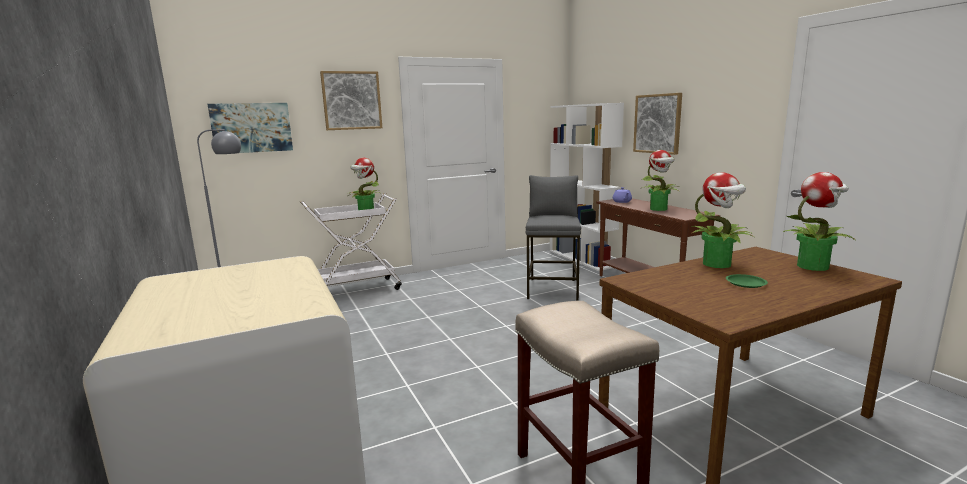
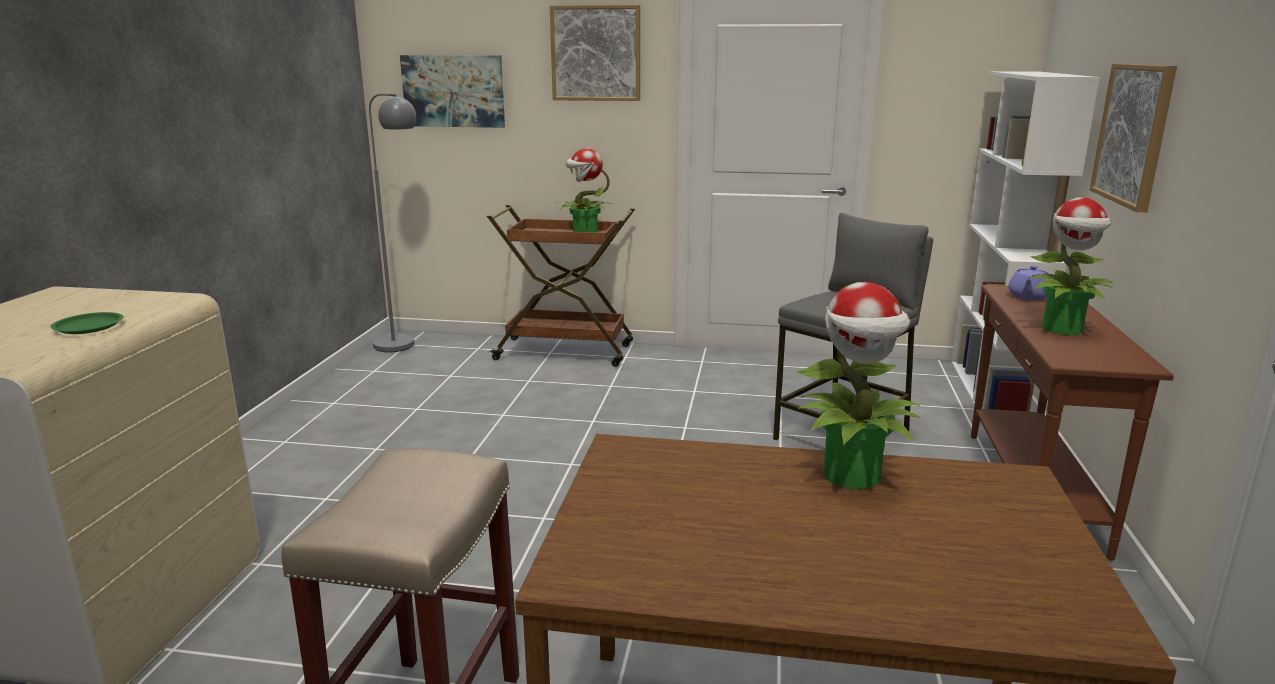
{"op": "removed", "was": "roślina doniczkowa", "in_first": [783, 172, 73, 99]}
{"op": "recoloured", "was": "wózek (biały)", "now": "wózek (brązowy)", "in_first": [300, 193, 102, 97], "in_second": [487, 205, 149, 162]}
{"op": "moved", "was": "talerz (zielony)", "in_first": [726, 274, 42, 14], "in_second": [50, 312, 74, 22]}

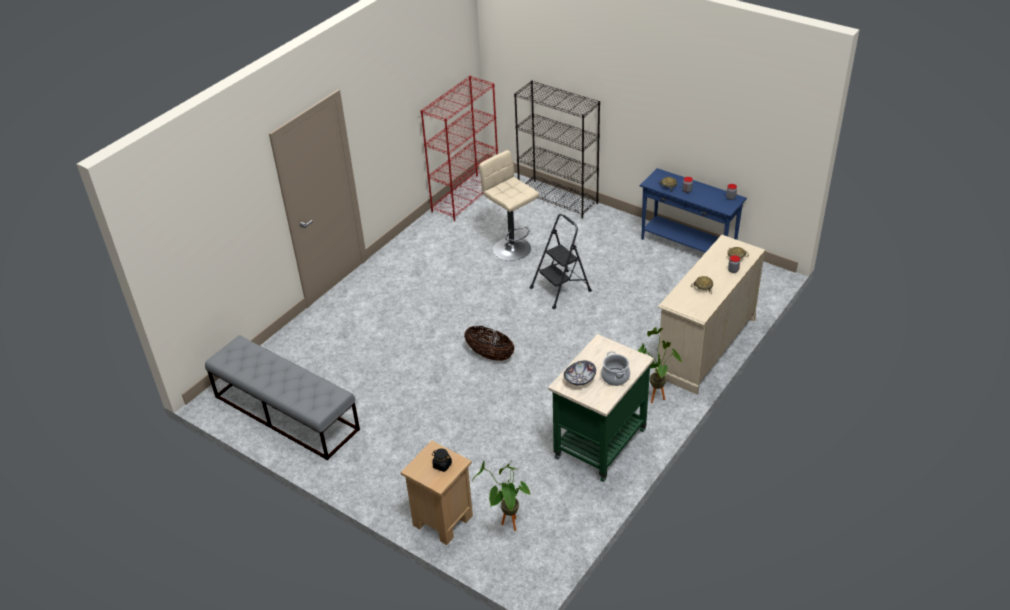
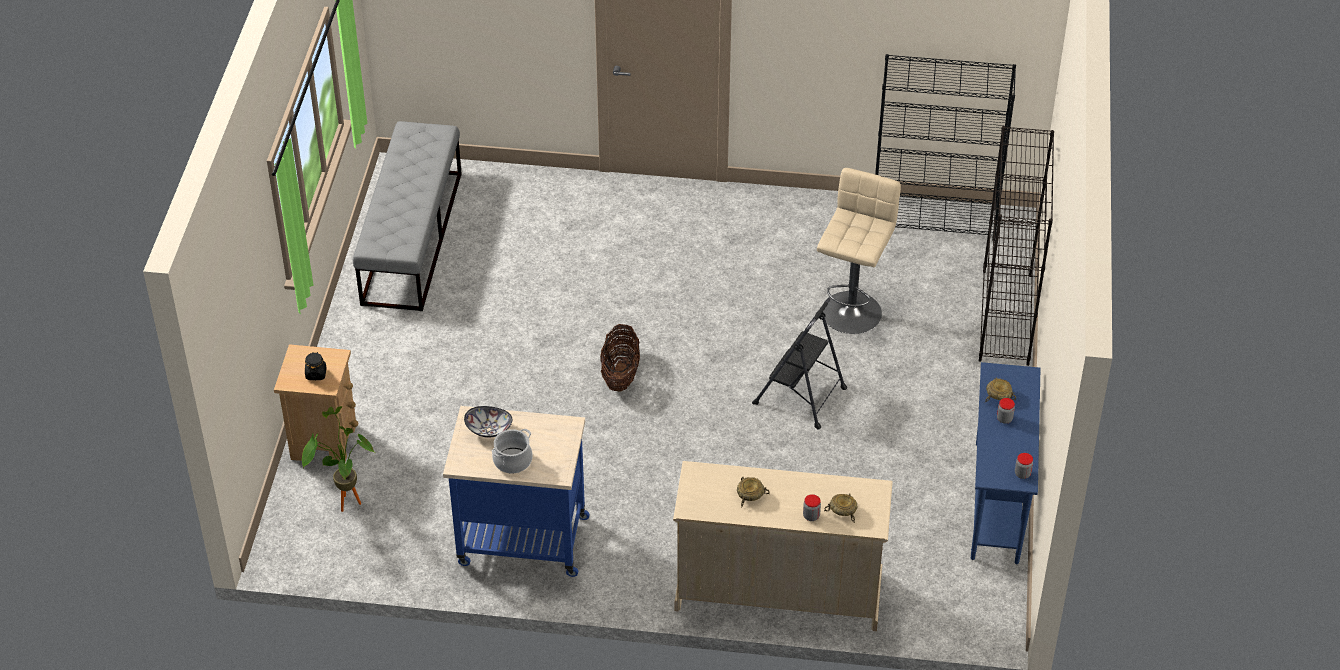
{"op": "recoloured", "was": "regał (czerwony)", "now": "regał (czarny)", "in_first": [420, 76, 78, 145], "in_second": [875, 54, 141, 187]}
{"op": "removed", "was": "roślina doniczkowa", "in_first": [638, 327, 44, 76]}
{"op": "recoloured", "was": "wózek (zielony)", "now": "wózek (niebieski)", "in_first": [548, 334, 106, 148], "in_second": [443, 406, 147, 171]}

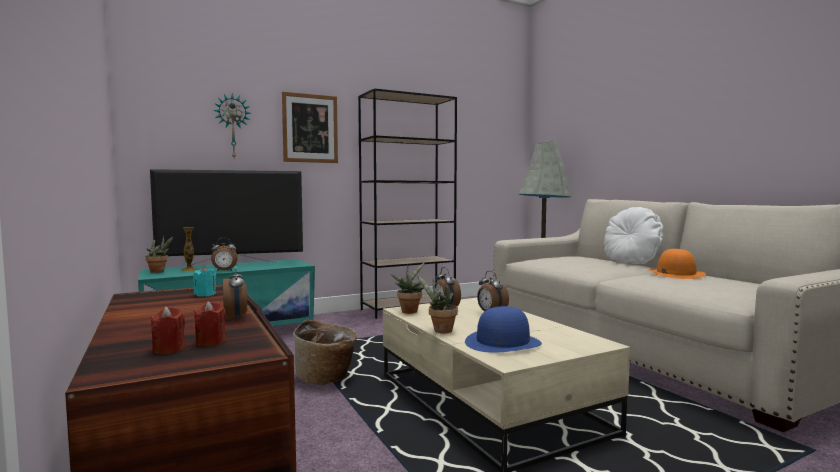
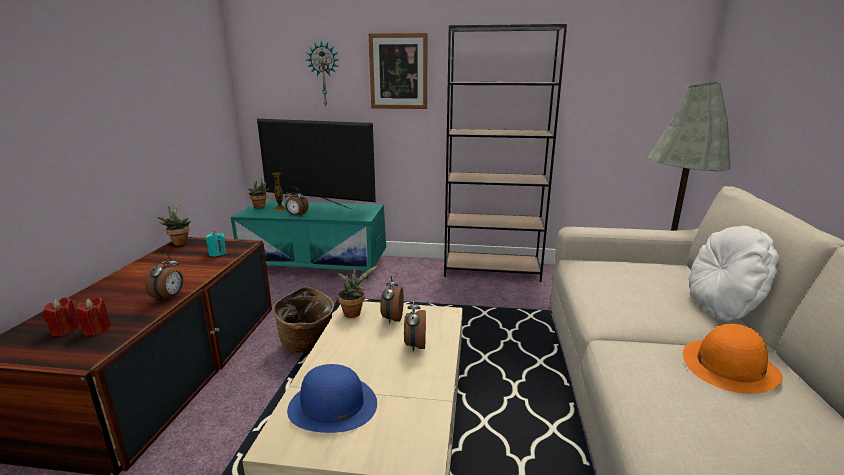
{"op": "moved", "was": "roślina doniczkowa", "in_first": [417, 275, 41, 59], "in_second": [157, 201, 34, 45]}

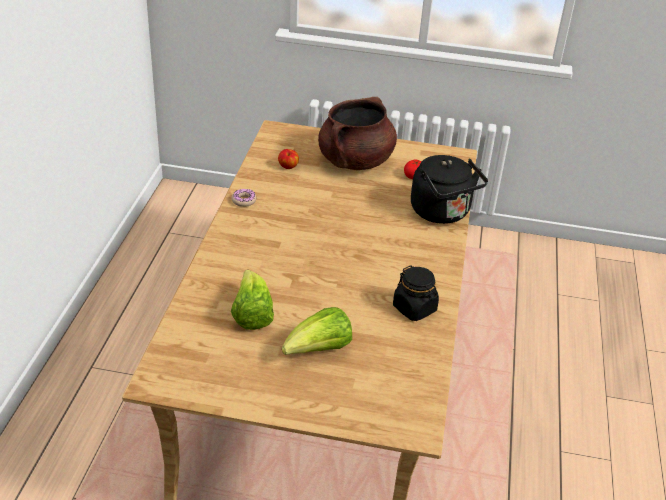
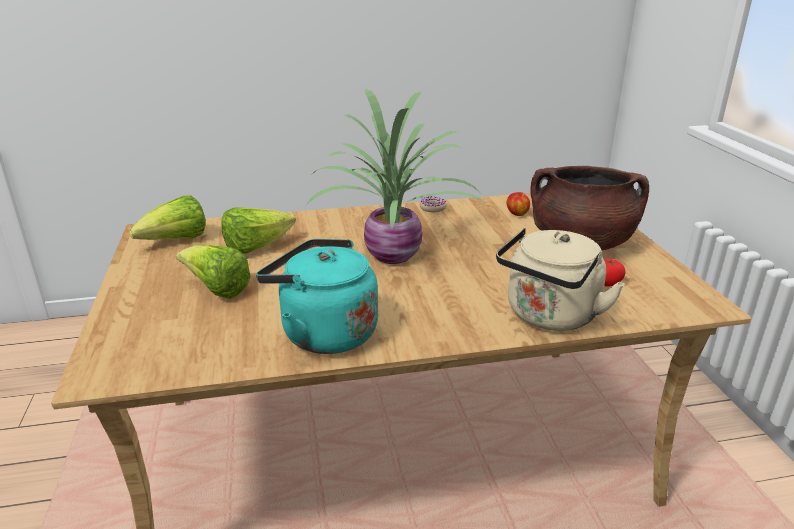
{"op": "recoloured", "was": "czajnik (czarny)", "now": "czajnik (beżowy)", "in_first": [411, 155, 77, 69], "in_second": [496, 228, 128, 103]}
{"op": "replaced", "was": "słoik (czarny)", "now": "czajnik (turkusowy)", "in_first": [393, 265, 46, 56], "in_second": [256, 239, 122, 115]}
{"op": "added", "now": "roślina doniczkowa", "in_second": [306, 89, 178, 175]}
{"op": "added", "now": "sałata", "in_second": [129, 195, 77, 45]}

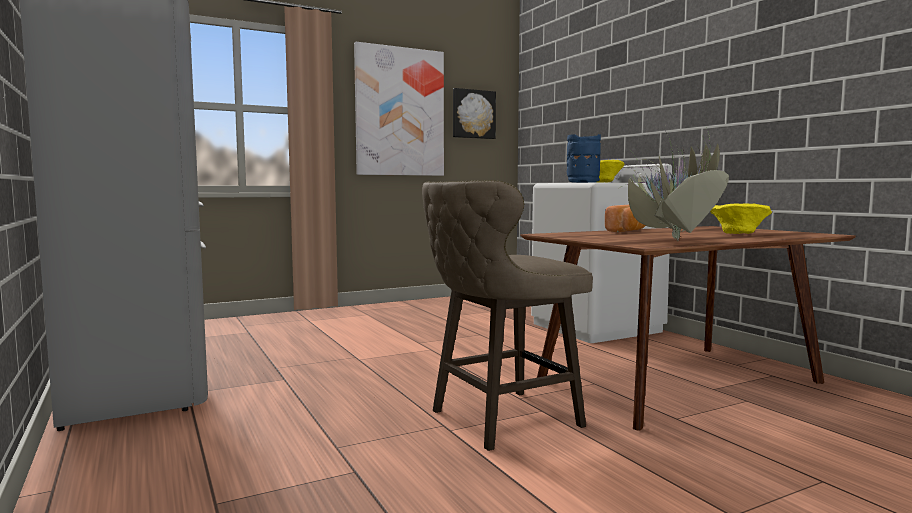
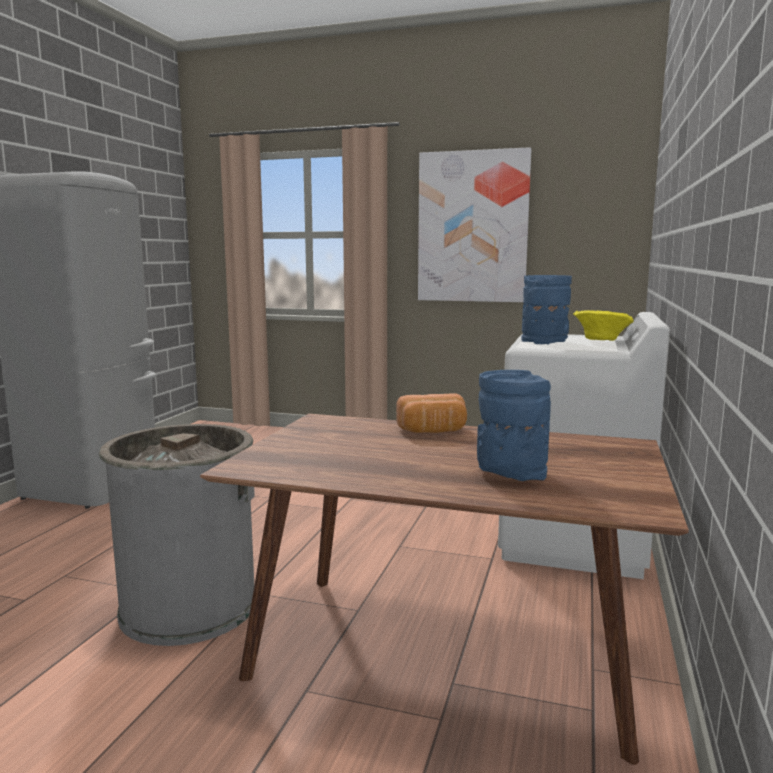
{"op": "removed", "was": "obraz", "in_first": [453, 88, 43, 51]}
{"op": "removed", "was": "roślina doniczkowa", "in_first": [617, 127, 112, 113]}
{"op": "replaced", "was": "stołek (beżowy)", "now": "kosz na śmieci (szary)", "in_first": [422, 180, 171, 271], "in_second": [99, 424, 156, 222]}
{"op": "replaced", "was": "miska (żółty)", "now": "wazon (niebieski)", "in_first": [710, 203, 62, 31], "in_second": [477, 370, 74, 111]}

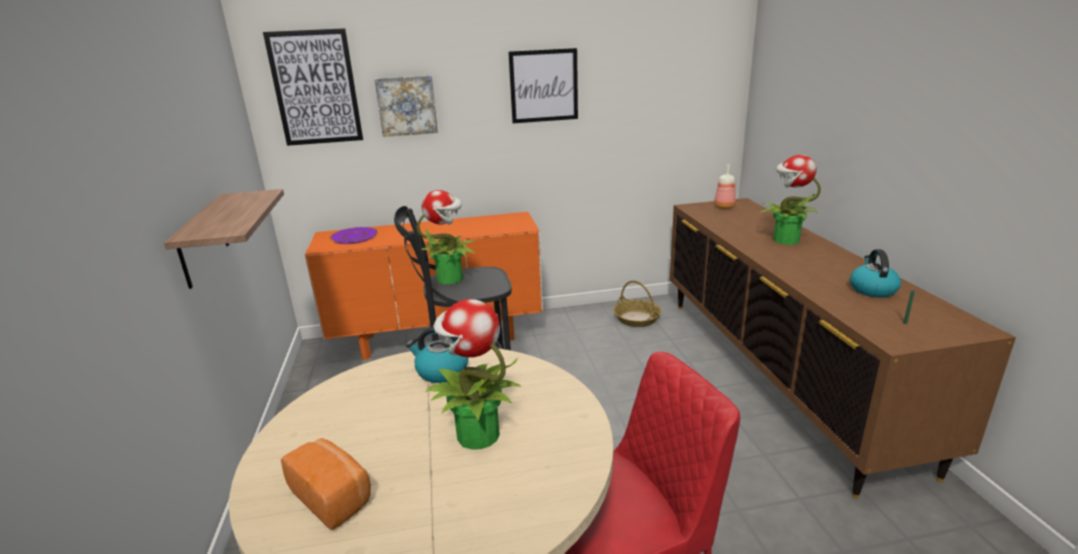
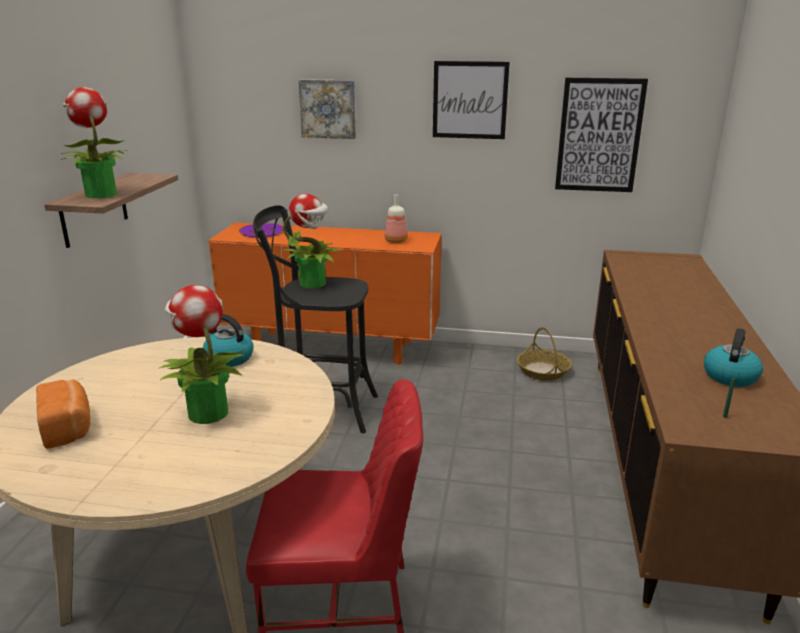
{"op": "moved", "was": "obraz", "in_first": [263, 28, 100, 118], "in_second": [555, 78, 93, 114]}
{"op": "moved", "was": "roślina doniczkowa", "in_first": [759, 155, 62, 90], "in_second": [61, 87, 66, 111]}
{"op": "moved", "was": "butelka", "in_first": [714, 164, 22, 45], "in_second": [385, 195, 23, 48]}

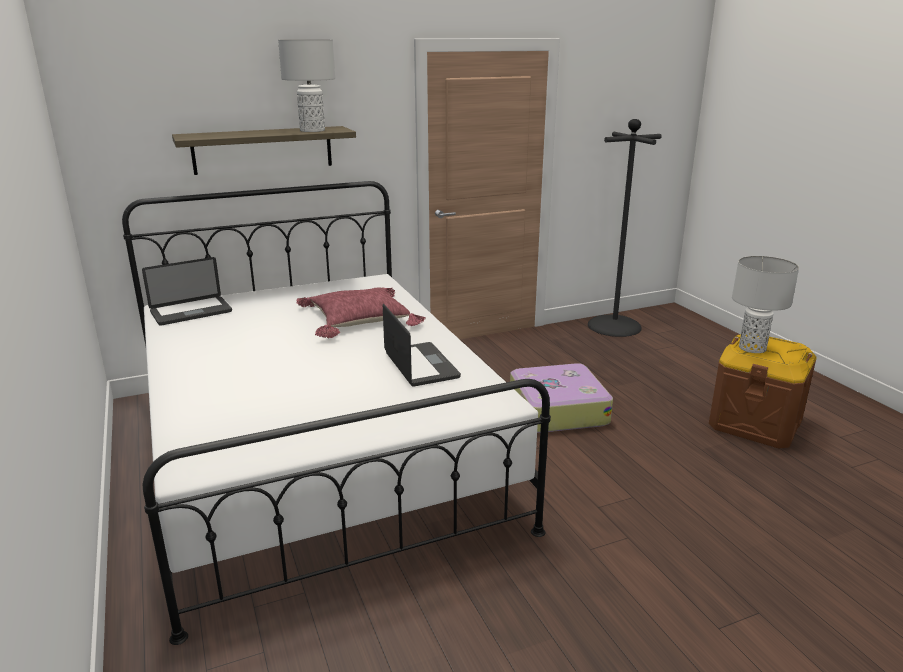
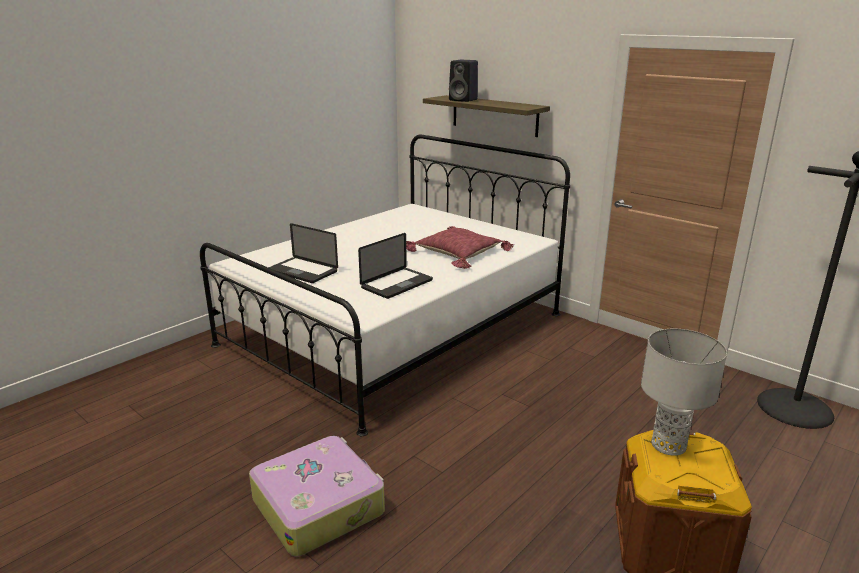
{"op": "removed", "was": "lampa stołowa (biały)", "in_first": [278, 40, 57, 92]}
{"op": "moved", "was": "laptop", "in_first": [142, 257, 90, 69], "in_second": [268, 223, 70, 60]}
{"op": "moved", "was": "walizka", "in_first": [510, 363, 103, 70], "in_second": [249, 436, 136, 121]}
{"op": "added", "now": "głośnik (czarny)", "in_second": [449, 60, 29, 42]}

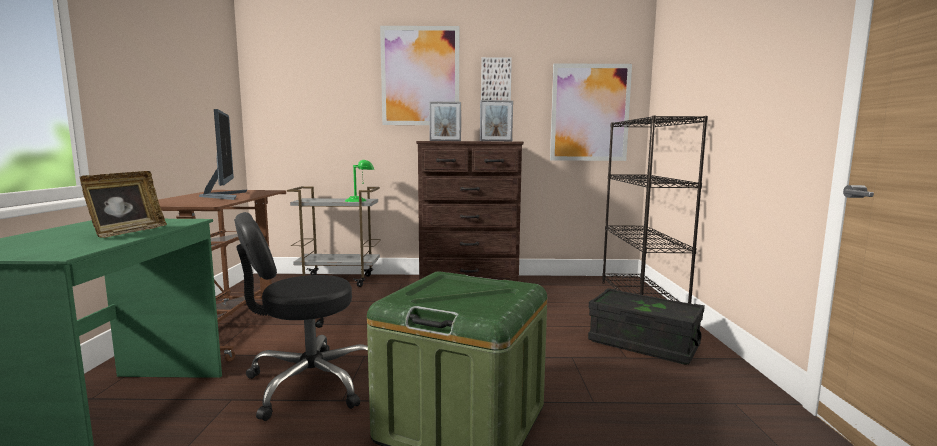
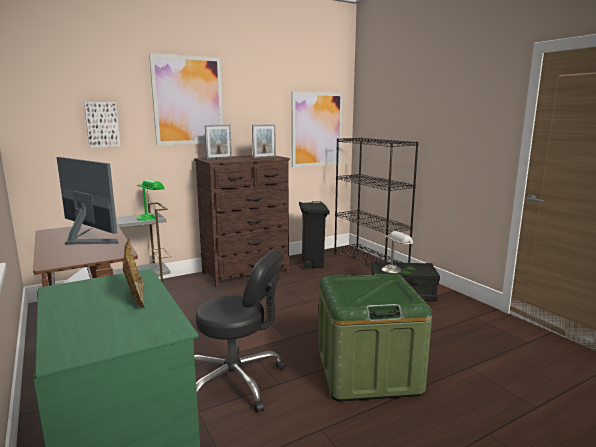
{"op": "moved", "was": "obraz", "in_first": [481, 57, 31, 43], "in_second": [84, 102, 36, 45]}
{"op": "turned", "was": "krzesło biurowe (czarny)", "in_first": [234, 212, 134, 209], "in_second": [194, 249, 92, 164], "clockwise": -105}
{"op": "added", "now": "kosz na śmieci (czarny)", "in_second": [299, 201, 31, 68]}
{"op": "added", "now": "lampa stołowa (biały)", "in_second": [382, 231, 31, 42]}

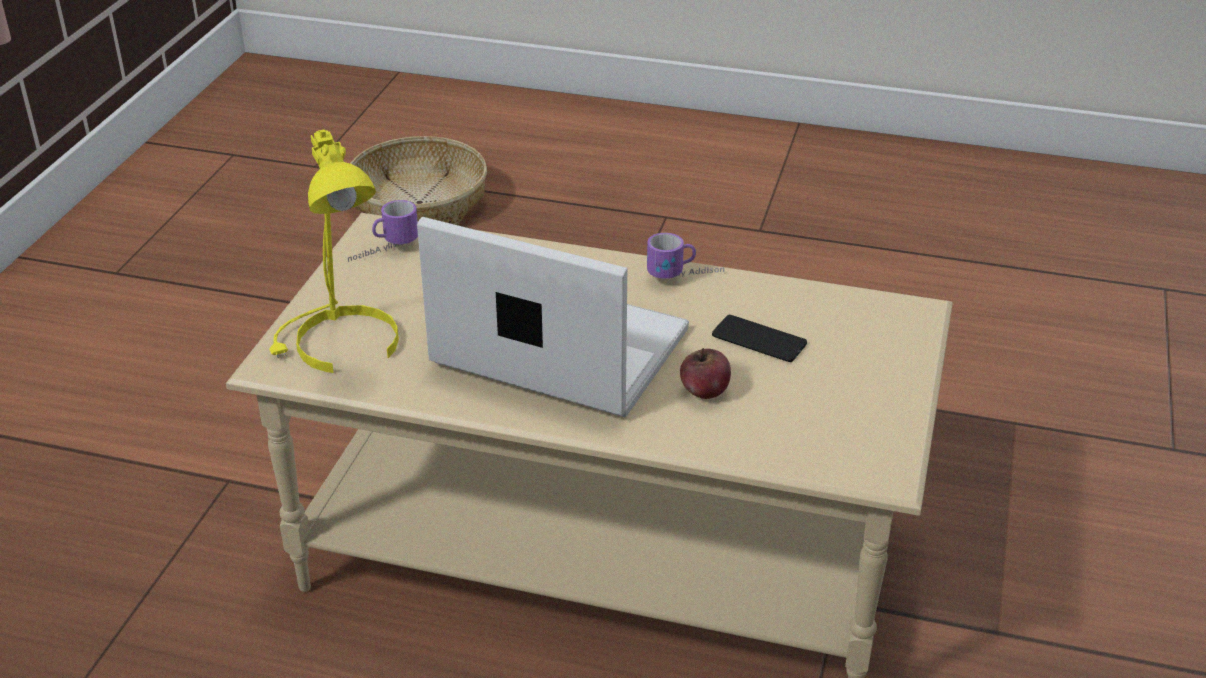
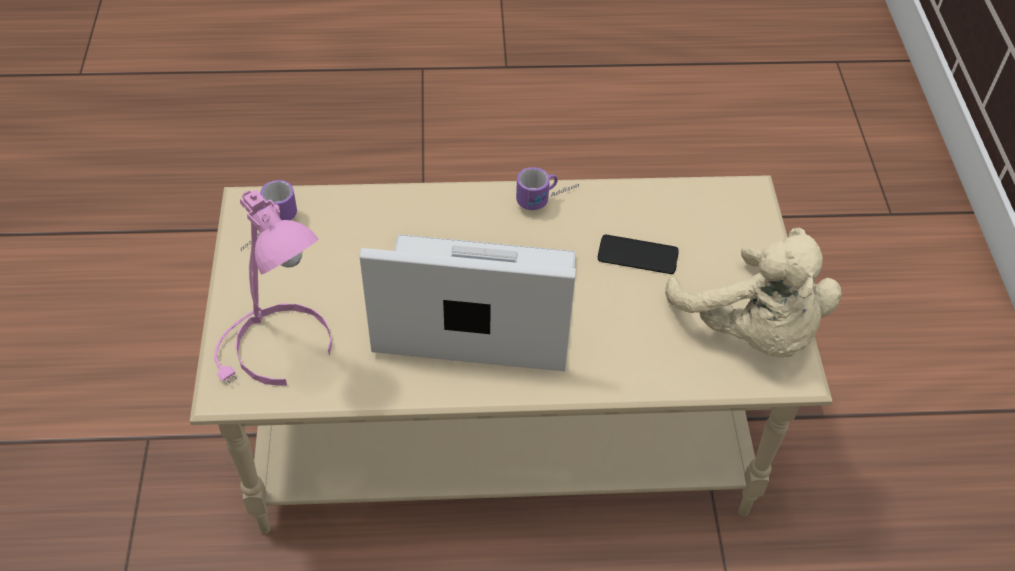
{"op": "recoloured", "was": "lampa stołowa (żółty)", "now": "lampa stołowa (różowy)", "in_first": [269, 130, 130, 243], "in_second": [214, 190, 118, 196]}
{"op": "removed", "was": "koszyk", "in_first": [350, 136, 137, 89]}
{"op": "removed", "was": "jabłko", "in_first": [680, 348, 51, 51]}
{"op": "added", "now": "pluszak (beżowy)", "in_second": [665, 228, 177, 130]}

